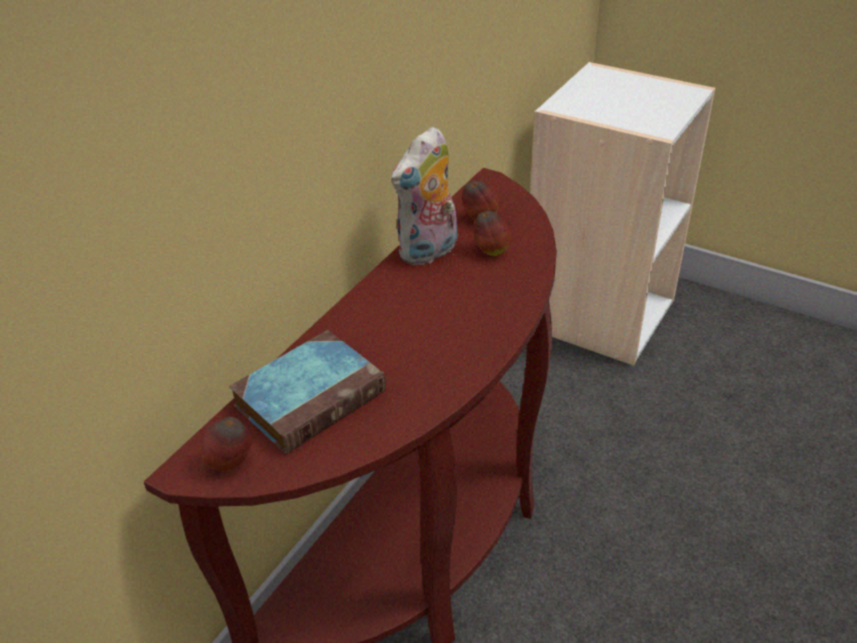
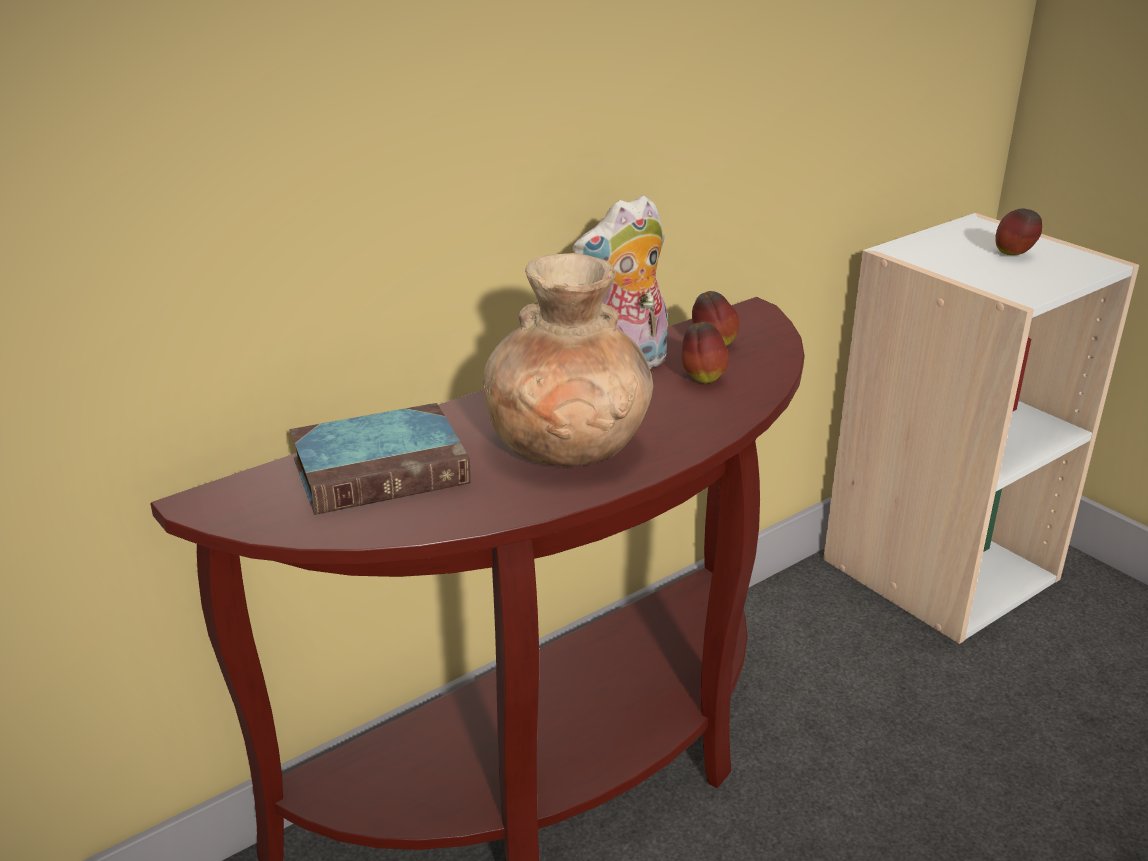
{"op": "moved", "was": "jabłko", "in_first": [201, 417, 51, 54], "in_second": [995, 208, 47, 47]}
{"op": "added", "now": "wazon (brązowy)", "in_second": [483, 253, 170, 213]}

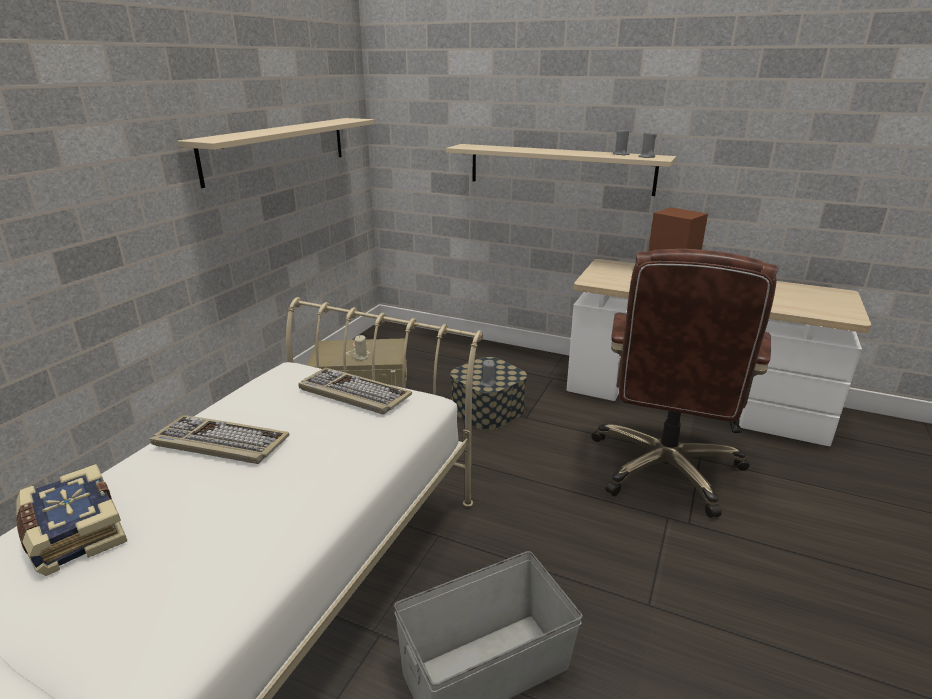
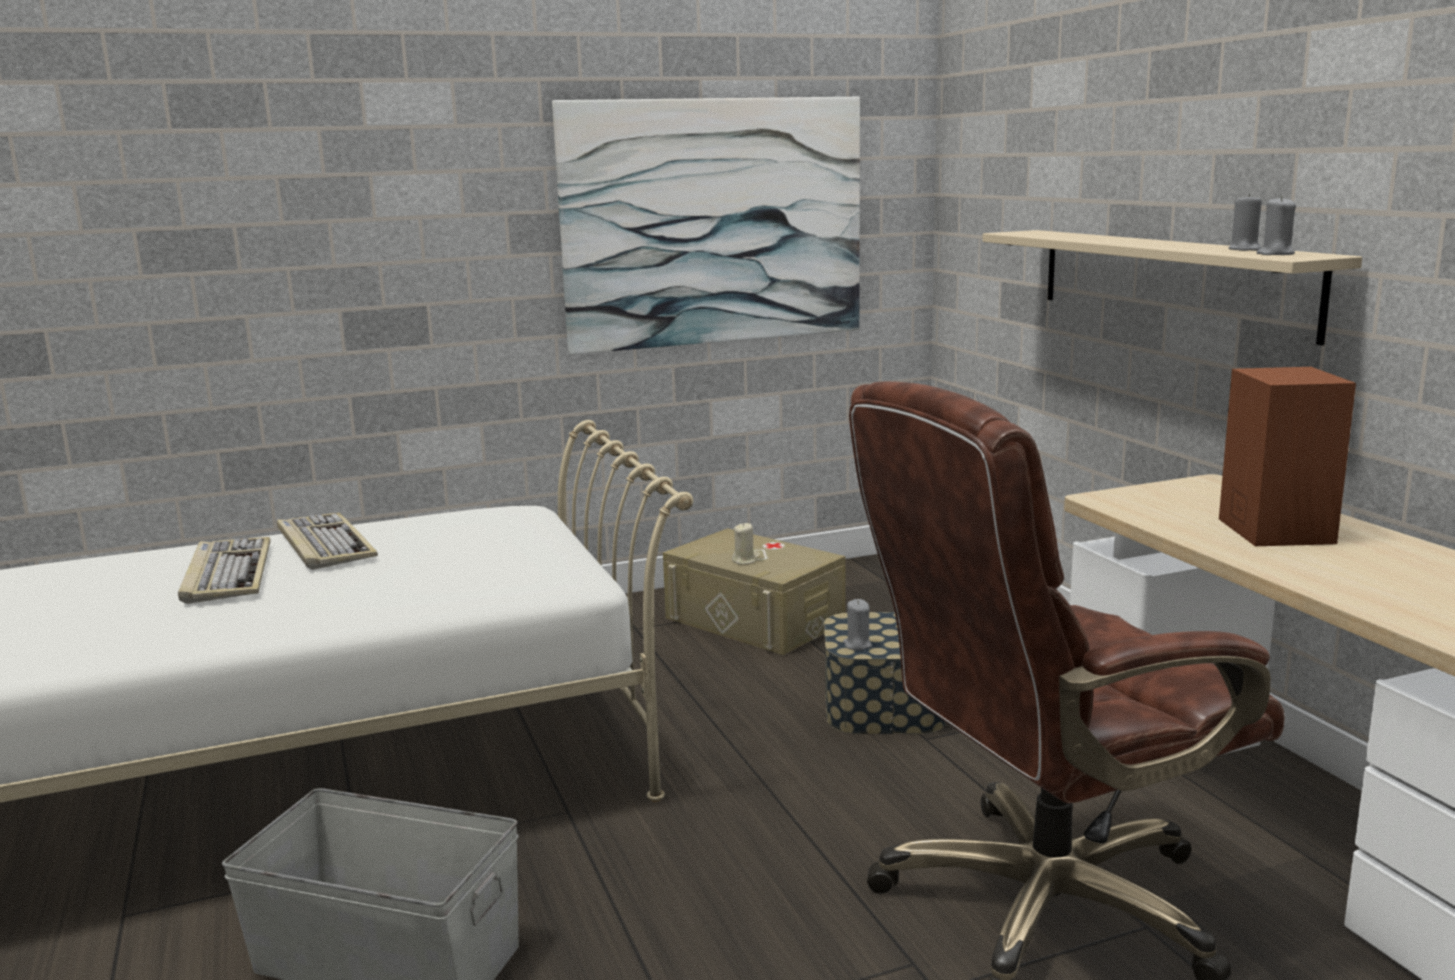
{"op": "replaced", "was": "półka (beżowy)", "now": "obraz", "in_first": [177, 118, 198, 70], "in_second": [552, 97, 308, 258]}
{"op": "moved", "was": "klawiatura", "in_first": [298, 368, 114, 47], "in_second": [178, 537, 93, 67]}
{"op": "removed", "was": "książka", "in_first": [16, 464, 111, 112]}

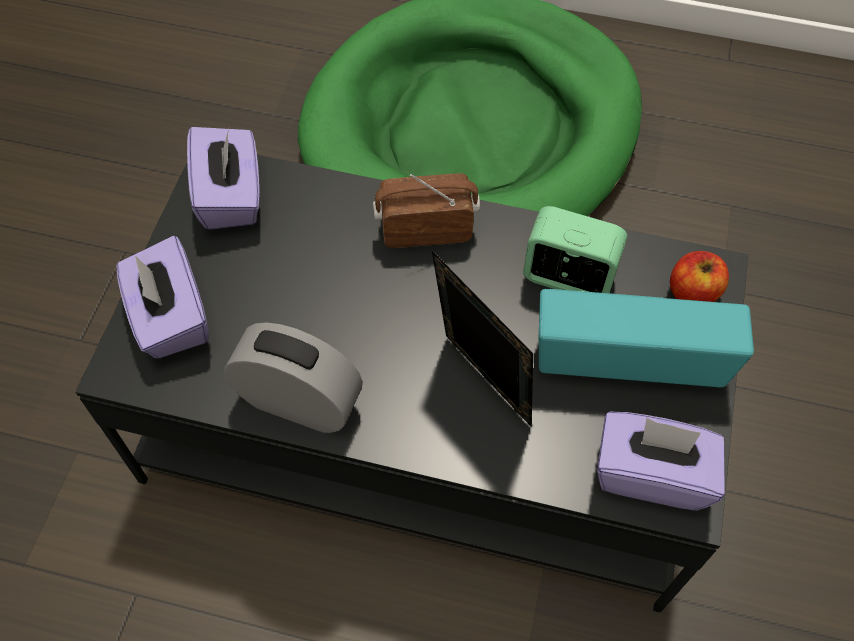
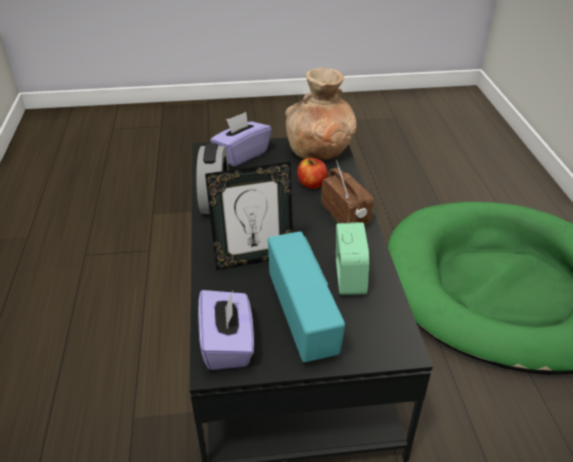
{"op": "replaced", "was": "pudełko chusteczek (fioletowy)", "now": "wazon (brązowy)", "in_first": [187, 127, 73, 103], "in_second": [285, 68, 72, 92]}
{"op": "turned", "was": "ramka na zdjęcie", "in_first": [432, 251, 101, 176], "in_second": [205, 162, 88, 108], "clockwise": 45}
{"op": "moved", "was": "jabłko", "in_first": [670, 251, 59, 51], "in_second": [297, 158, 30, 30]}

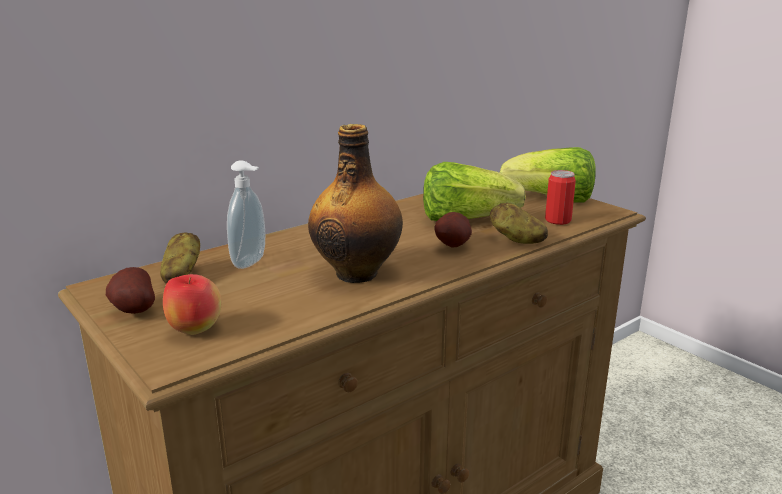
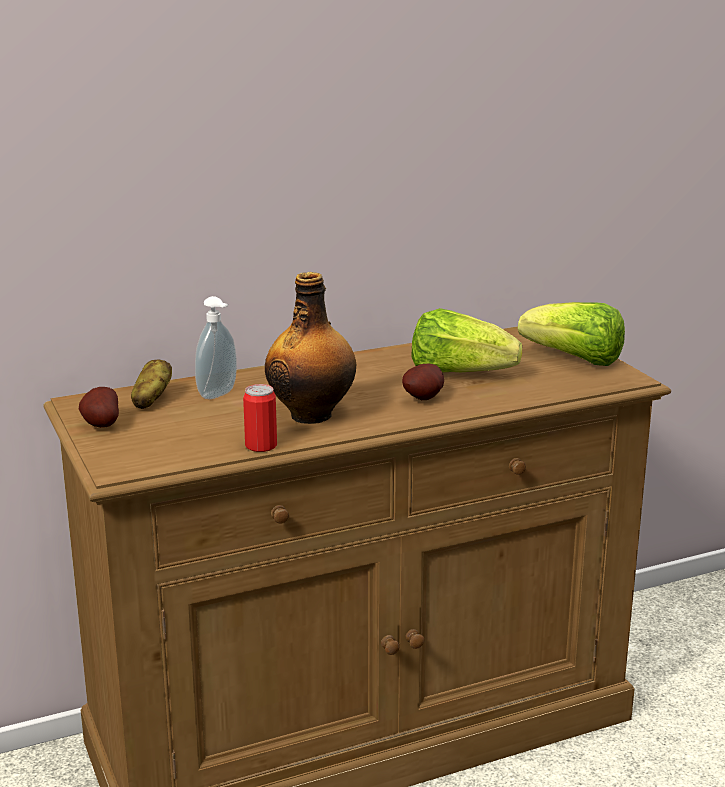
{"op": "moved", "was": "puszka", "in_first": [545, 170, 31, 55], "in_second": [243, 384, 34, 68]}
{"op": "removed", "was": "ziemniak", "in_first": [490, 203, 58, 41]}
{"op": "removed", "was": "jabłko", "in_first": [163, 274, 59, 61]}

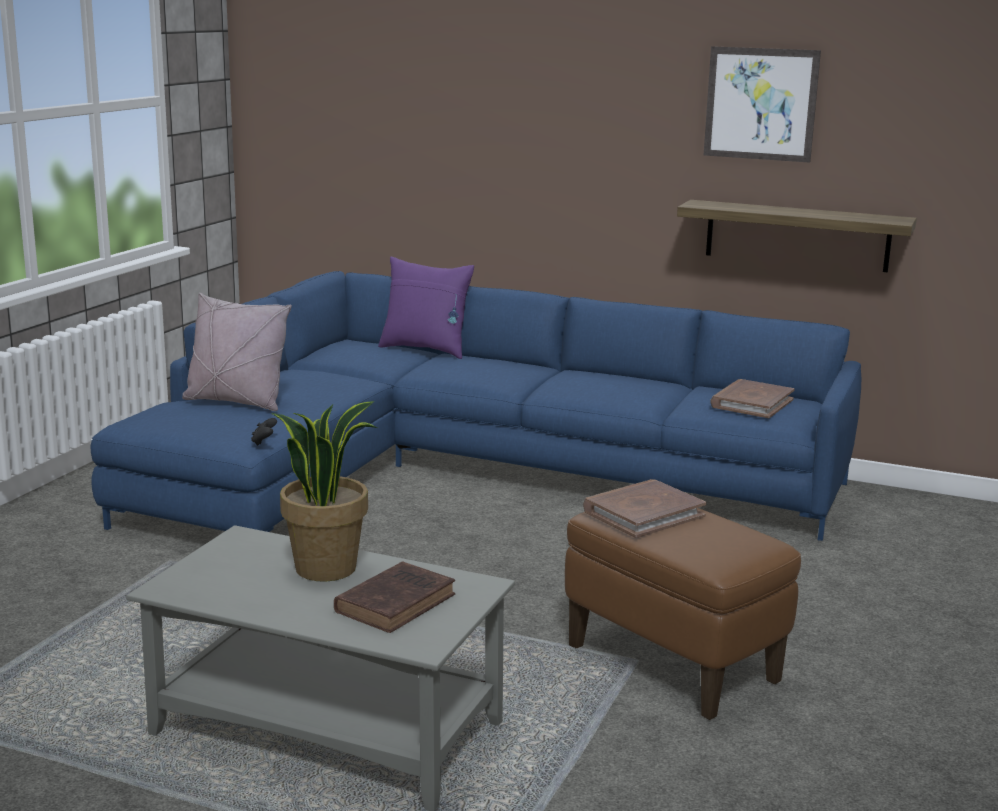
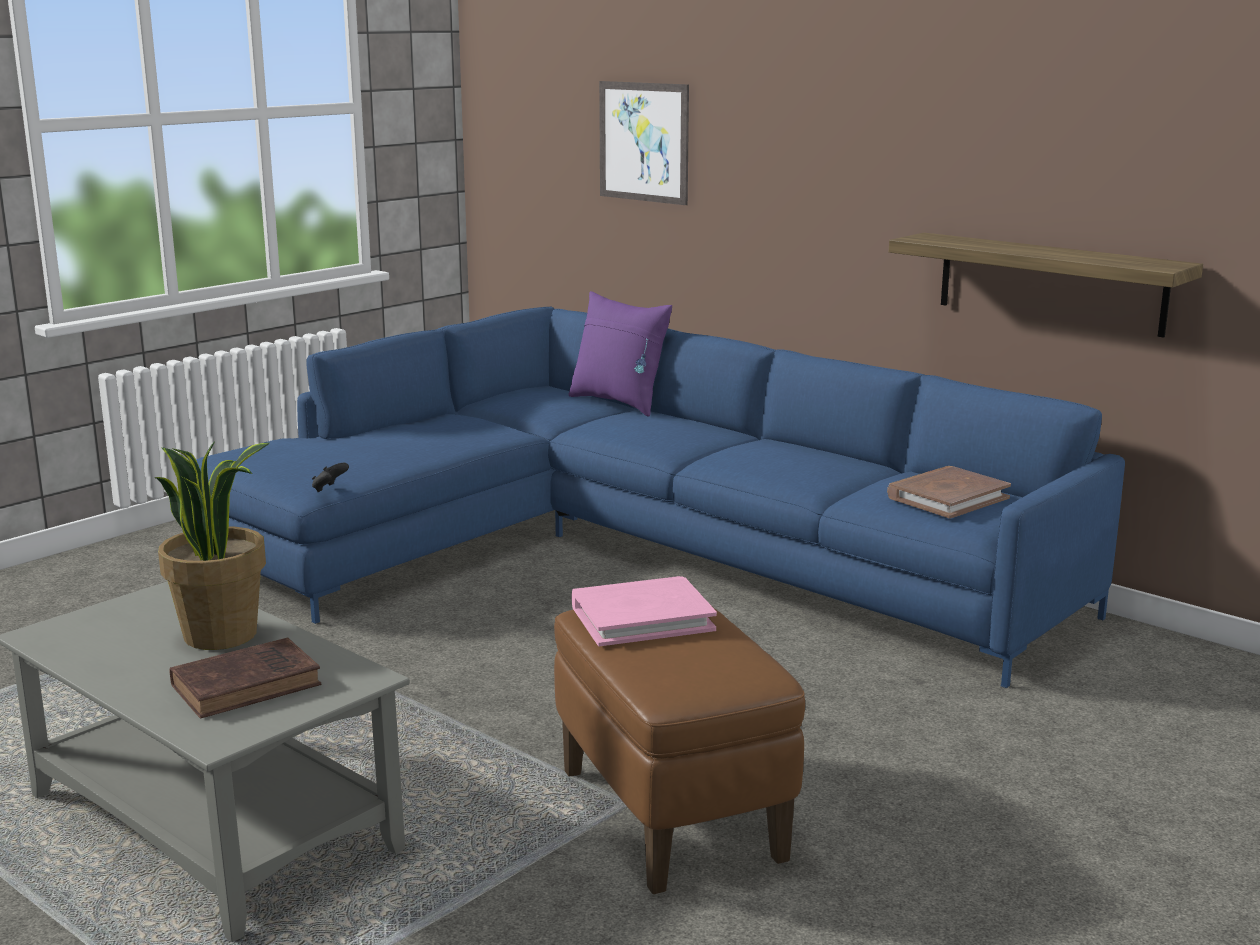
{"op": "moved", "was": "obraz", "in_first": [704, 46, 117, 117], "in_second": [599, 81, 90, 124]}
{"op": "removed", "was": "poduszka (fioletowy)", "in_first": [182, 293, 110, 118]}
{"op": "recoloured", "was": "książka (brązowy)", "now": "książka (różowy)", "in_first": [583, 479, 123, 59], "in_second": [571, 576, 146, 70]}

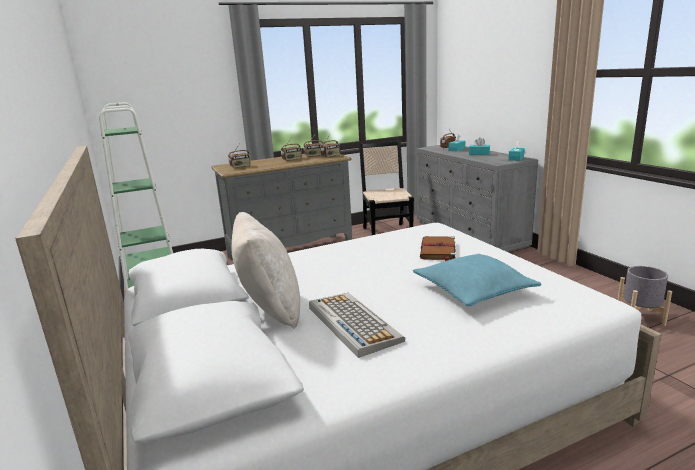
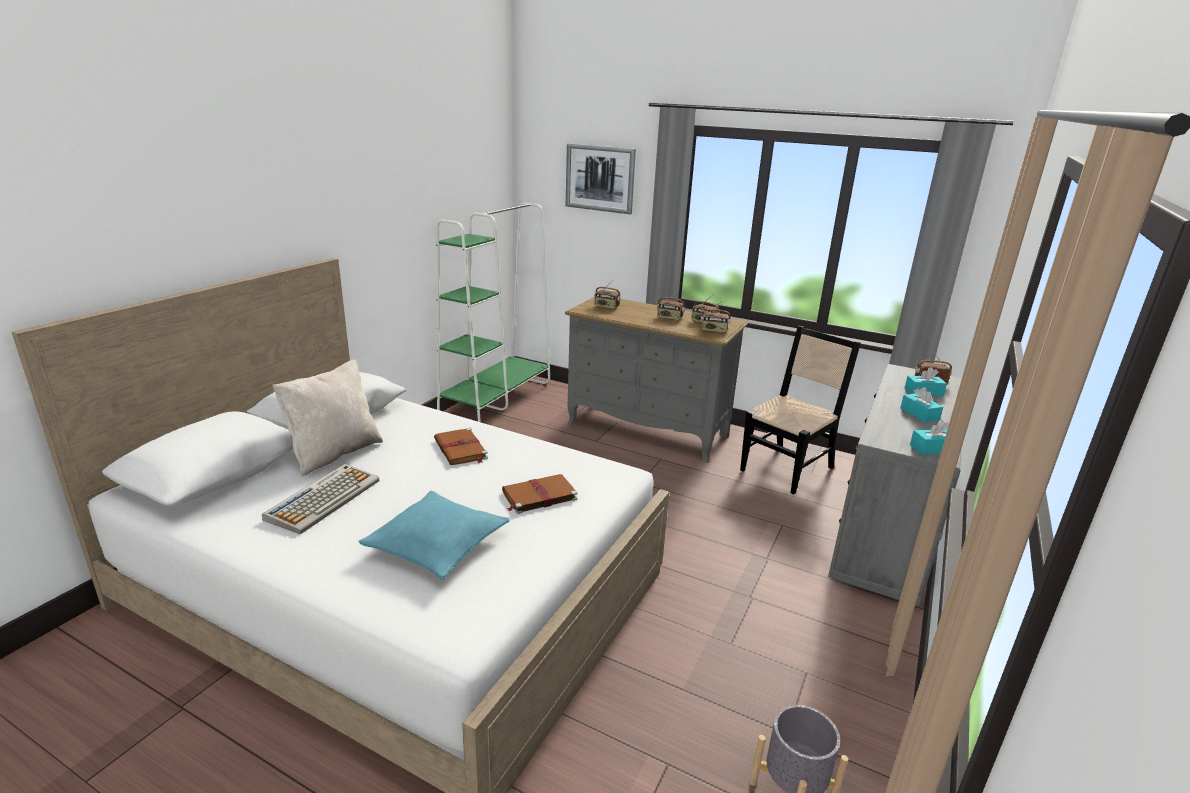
{"op": "added", "now": "obraz", "in_second": [566, 144, 70, 70]}
{"op": "added", "now": "książka (brązowy)", "in_second": [434, 428, 54, 37]}

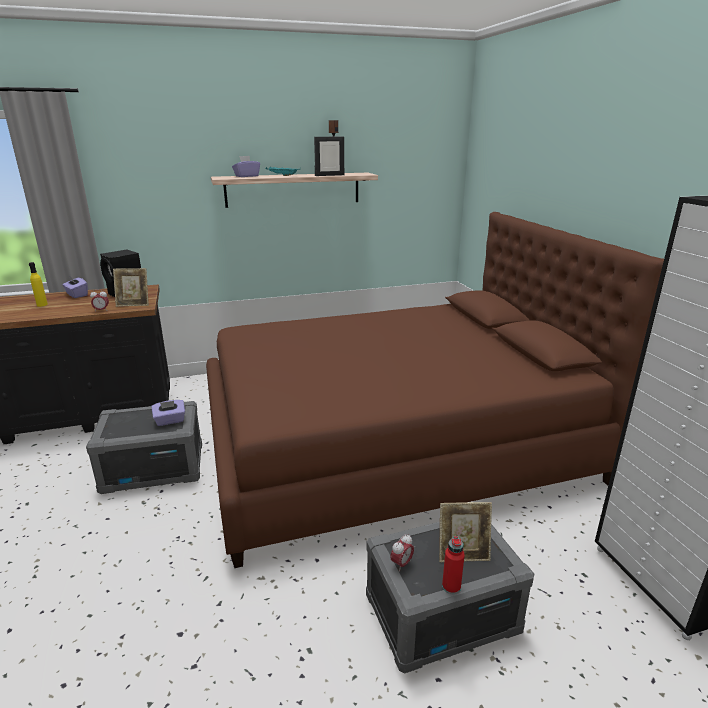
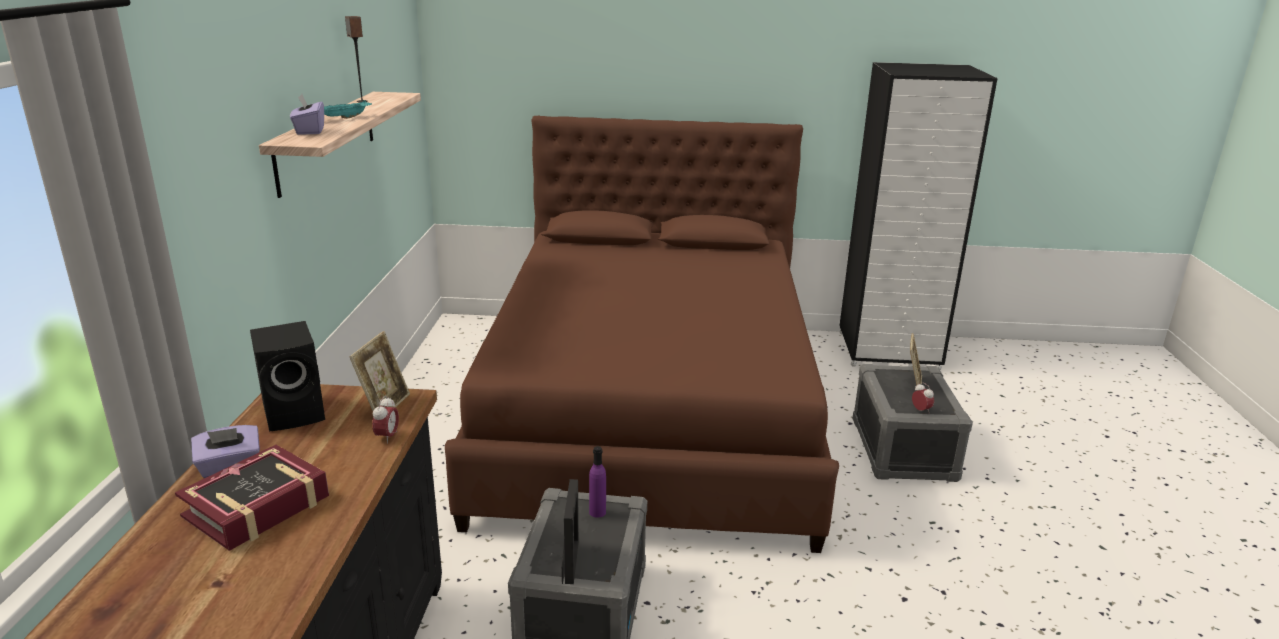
{"op": "moved", "was": "ramka na zdjęcie", "in_first": [314, 137, 30, 39], "in_second": [562, 479, 17, 105]}
{"op": "replaced", "was": "butelka (żółty)", "now": "książka", "in_first": [29, 262, 19, 45], "in_second": [175, 445, 154, 106]}
{"op": "replaced", "was": "pudełko chusteczek (fioletowy)", "now": "butelka (fioletowy)", "in_first": [151, 400, 34, 26], "in_second": [589, 446, 17, 72]}
{"op": "removed", "was": "butelka (czerwony)", "in_first": [442, 536, 23, 58]}

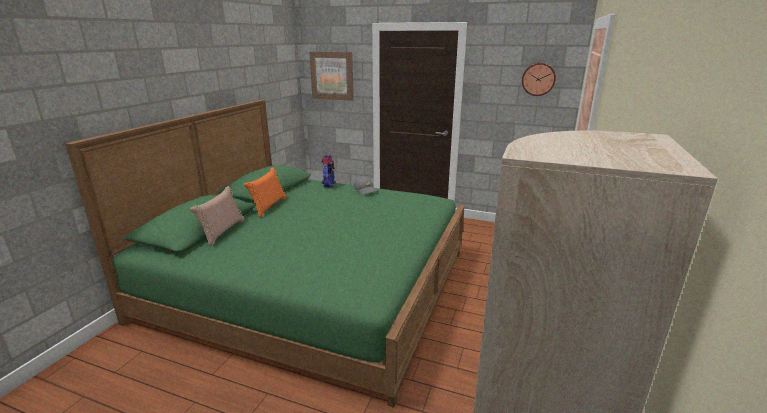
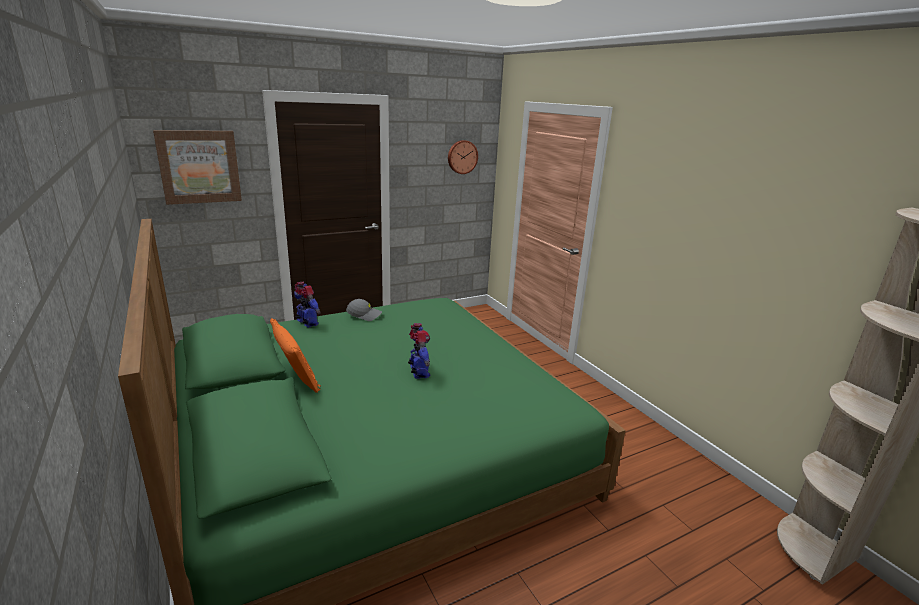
{"op": "removed", "was": "poduszka (beżowy)", "in_first": [190, 186, 55, 60]}
{"op": "added", "now": "robot zabawkowy", "in_second": [408, 323, 22, 56]}

